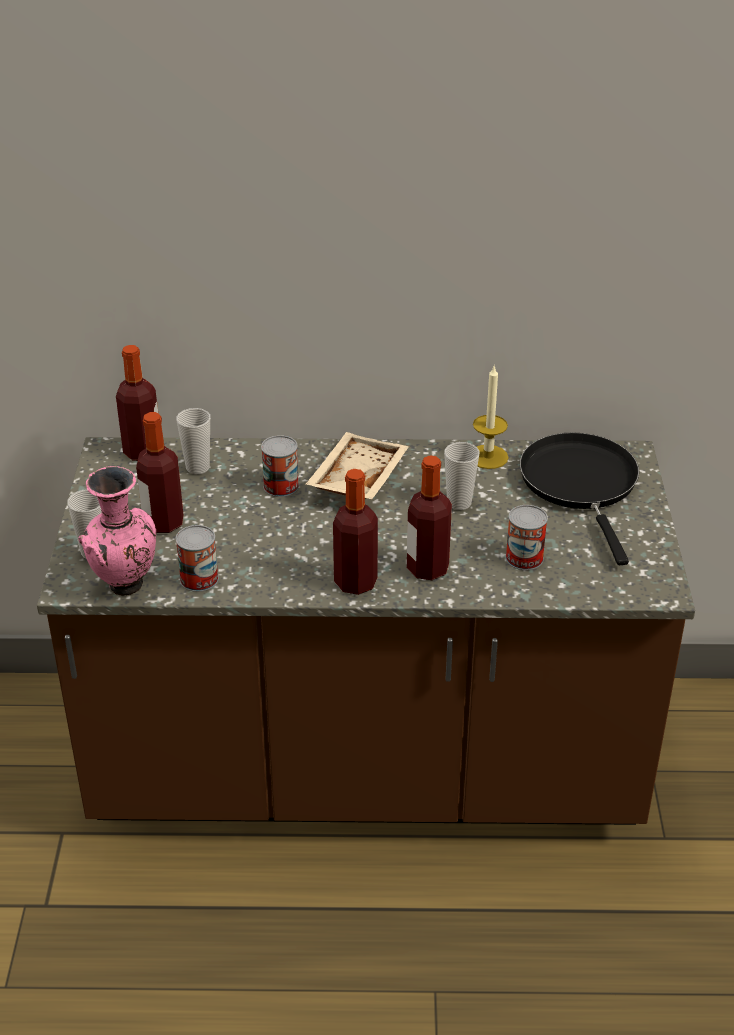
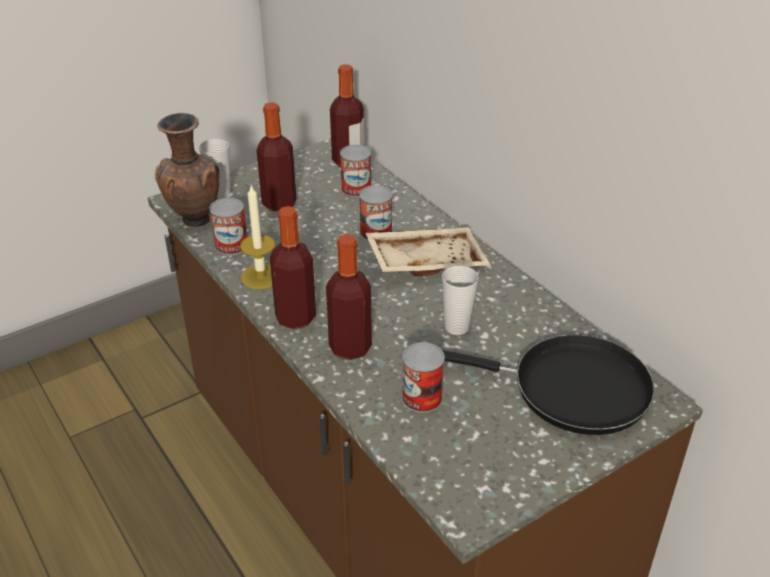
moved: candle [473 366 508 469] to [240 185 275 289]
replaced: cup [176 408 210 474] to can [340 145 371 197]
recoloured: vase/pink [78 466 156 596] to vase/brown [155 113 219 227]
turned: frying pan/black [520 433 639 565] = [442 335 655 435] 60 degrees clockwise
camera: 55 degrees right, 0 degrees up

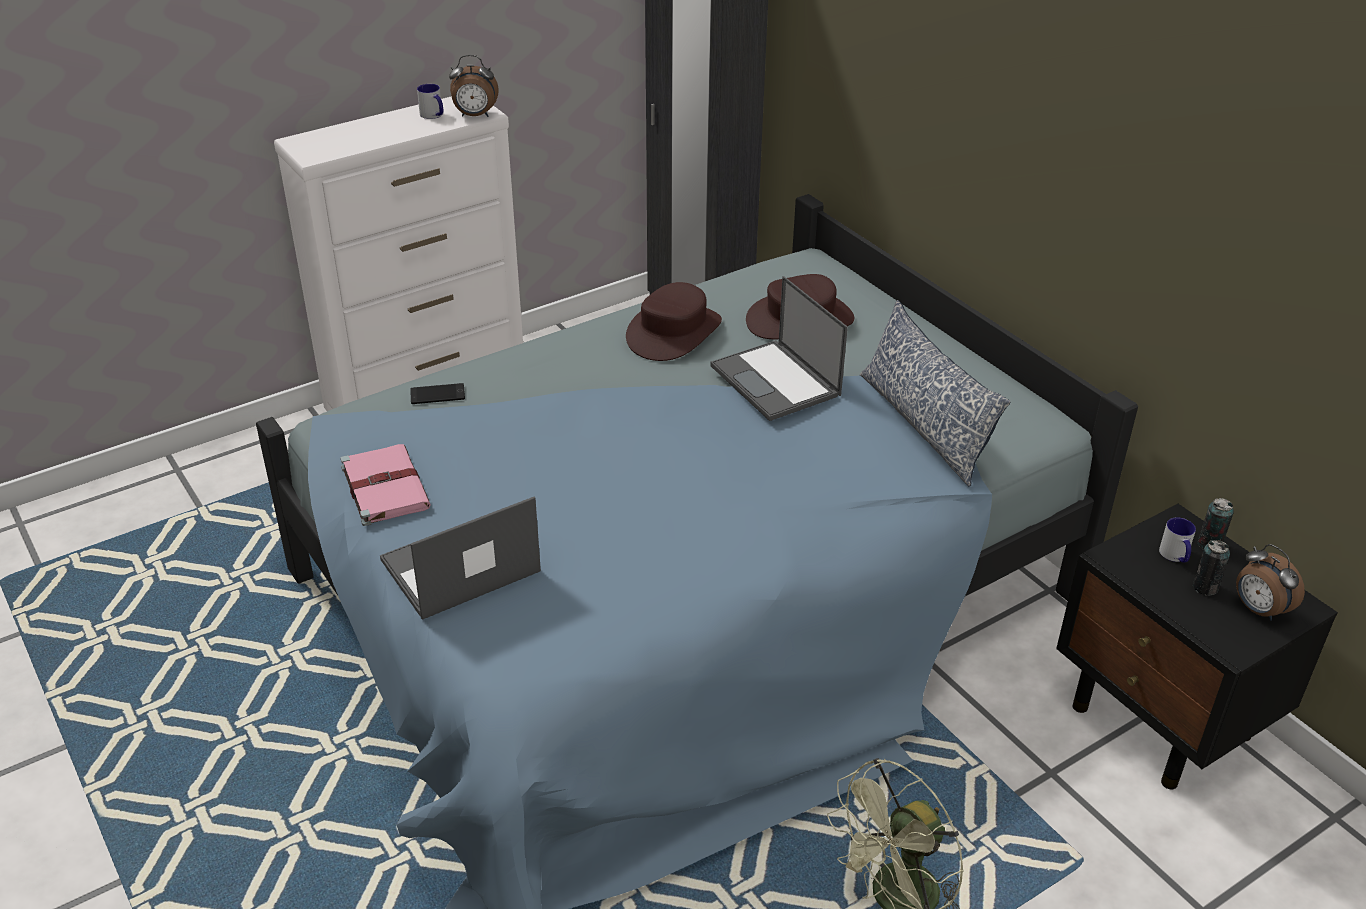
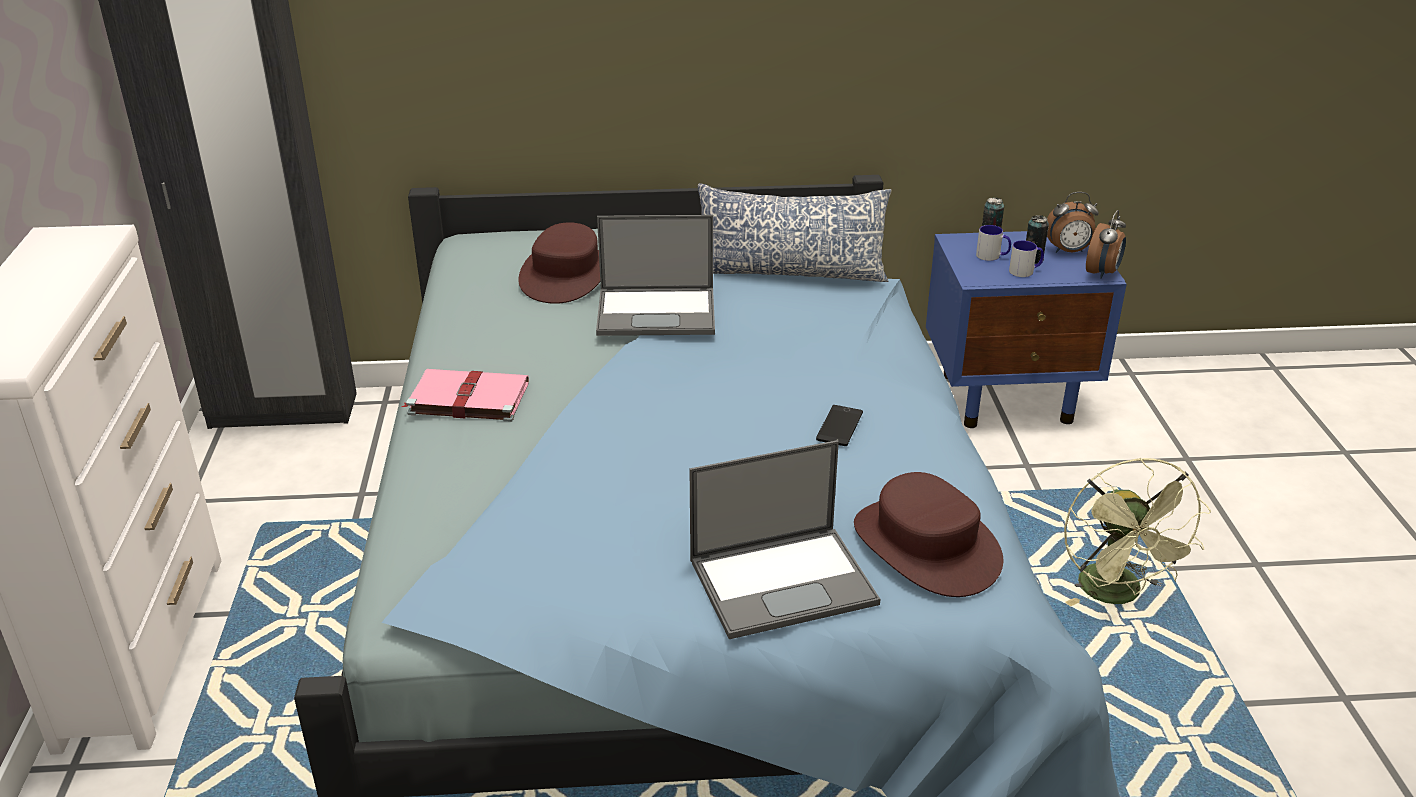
moved: book/pink [340 444 431 526] to [401 369 529 422]; phone [410 383 465 404] to [816 405 863 446]; mug [417 84 443 119] to [1009 240 1044 277]; alarm clock [449 55 499 117] to [1086 210 1126 279]; hat/brown [626 282 722 361] to [854 472 1003 597]
recoloured: nightstand/black [1056 504 1338 790] to nightstand/blue [926 231 1127 428]
turned: laptop [380 496 541 620] = [690 440 880 639] 105 degrees counterclockwise
camera: 60 degrees left, 5 degrees down

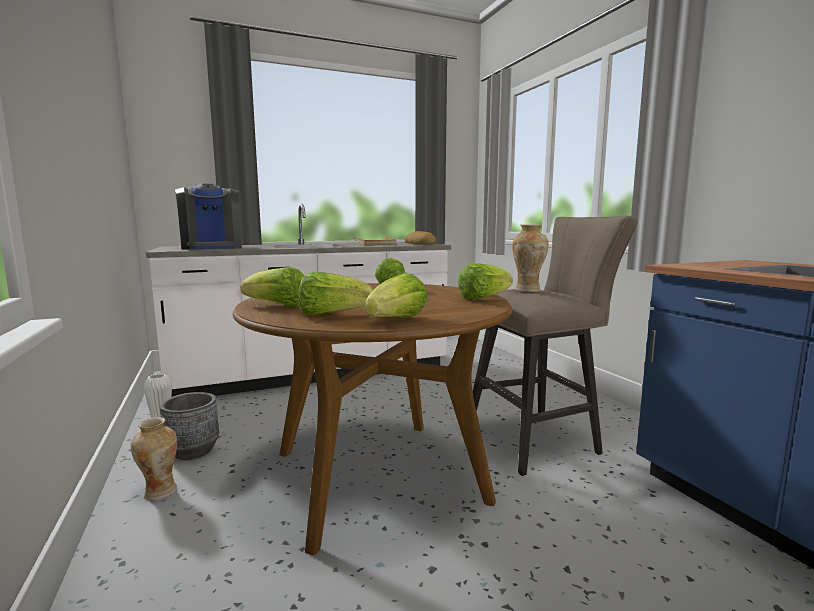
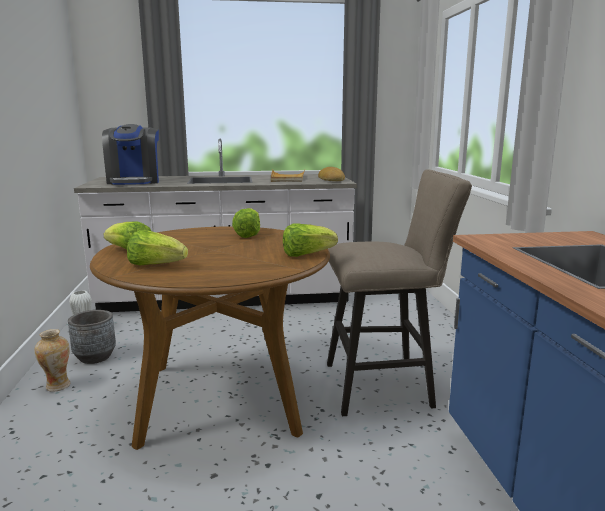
removed: lettuce [365 272 428 318]; vase [512 225 549 292]
camera: 15 degrees right, 5 degrees up

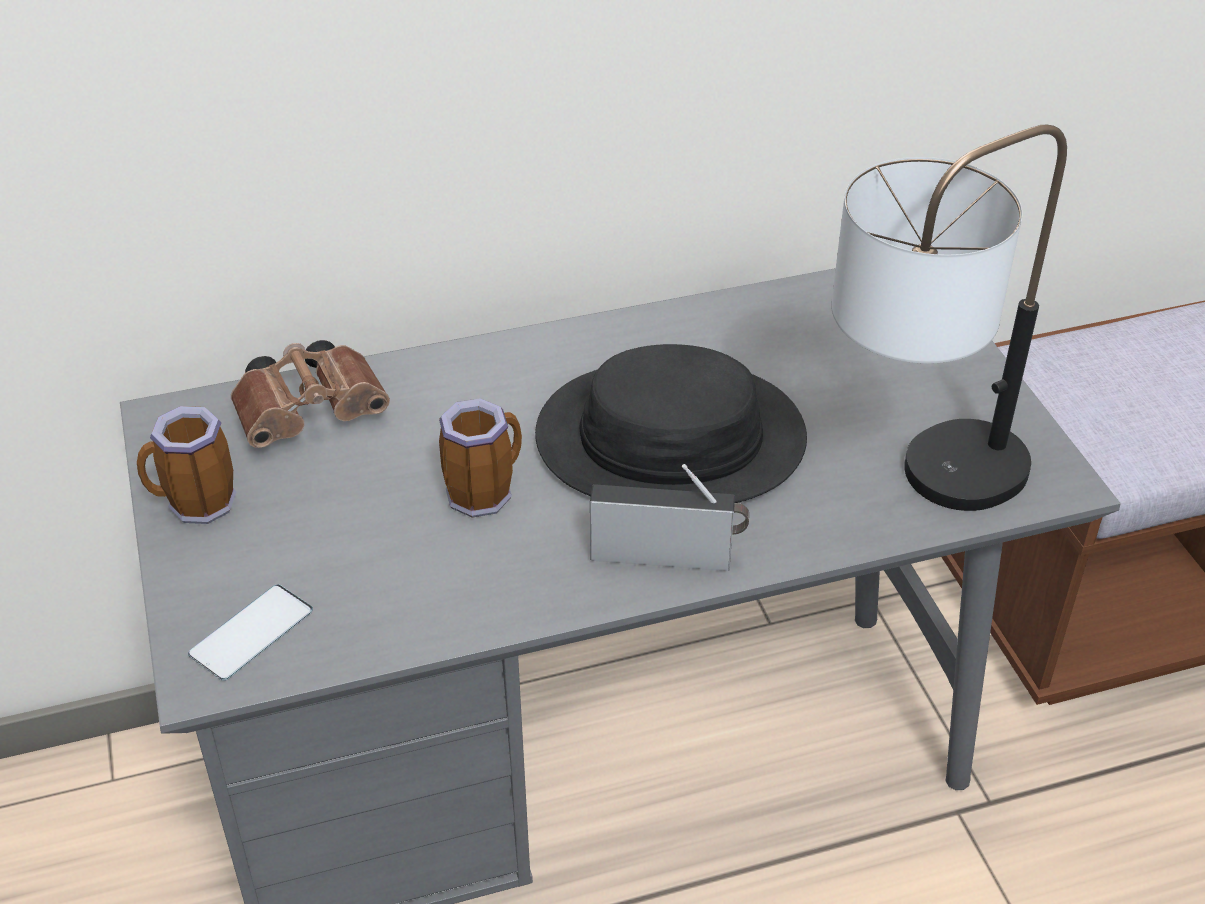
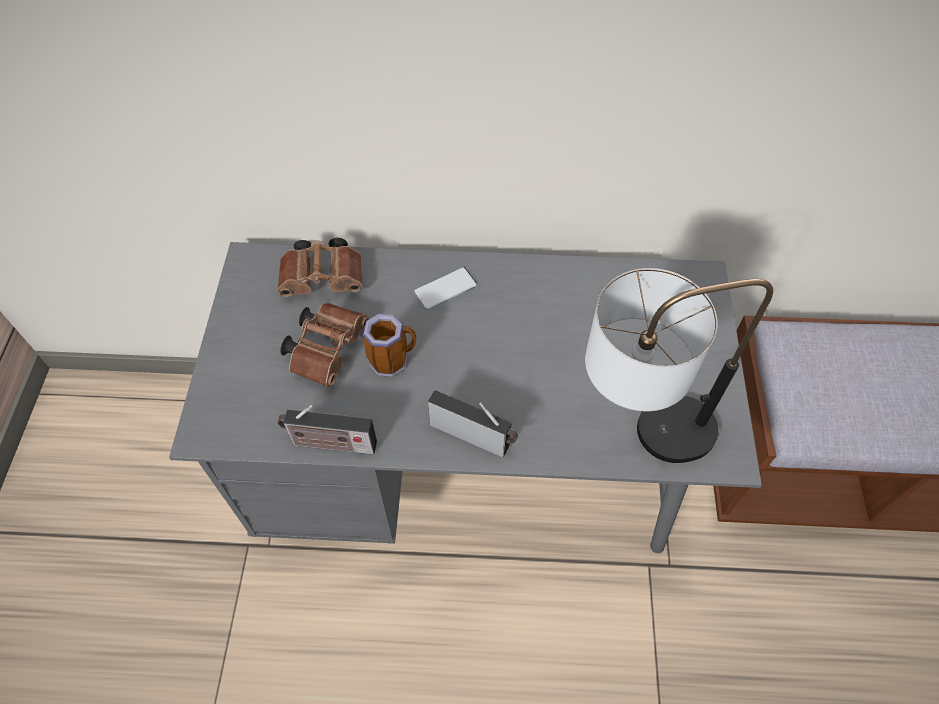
removed: mug [137 406 236 524]; hat/black [535 344 807 503]
added: radio [277 405 377 455]; binoculars/brown [280 303 369 387]
moved: phone [188 584 313 681] to [414 267 478 310]
camera: 20 degrees right, 15 degrees up

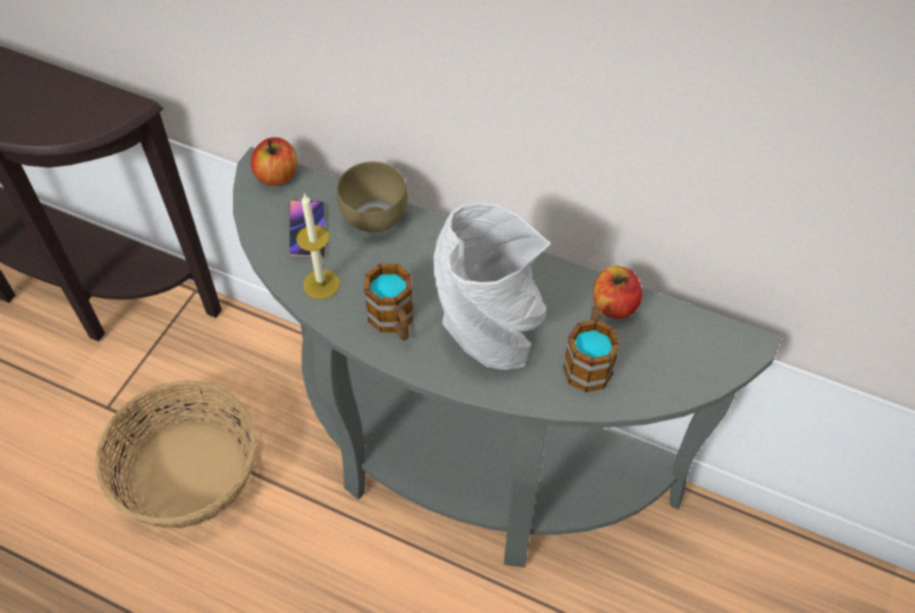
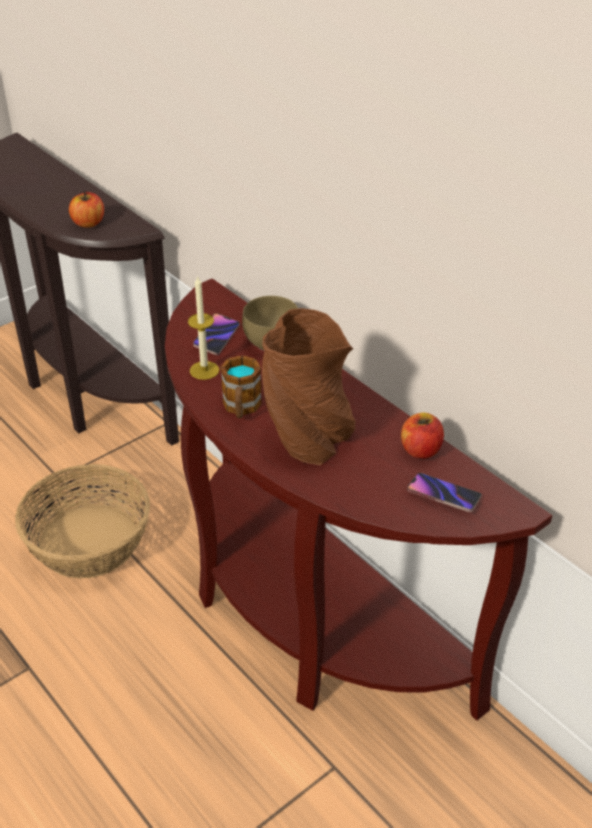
removed: mug [563 306 620 392]
added: phone [407 473 482 512]
moved: apple [251 137 297 186] to [69 191 104 228]
recoloured: console table/grey [233 147 781 568] to console table/brown [165 278 552 720]; vase/grey [433 203 551 370] to vase/brown [262 308 356 466]
camera: 25 degrees right, 15 degrees down

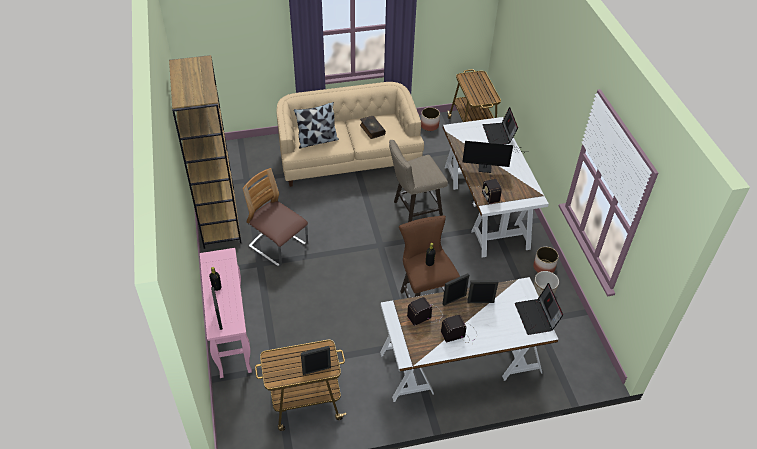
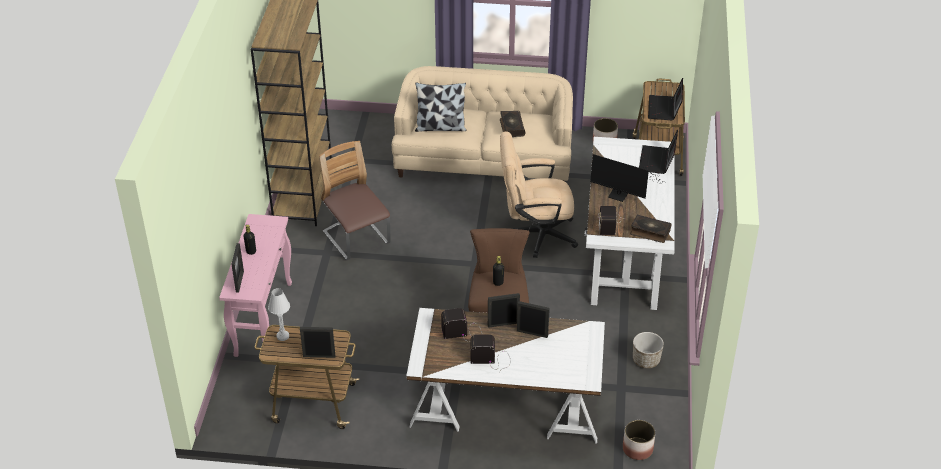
added: table lamp/white [268 288 290 341]; book [630 214 671 243]
moved: laptop [515 283 563 335] to [648 78 683 120]; planter [533 247 559 273] to [623 420 655 460]
replaced: stool/beige [389 140 448 222] to office chair/beige [500 131 578 258]
camera: 20 degrees right, 5 degrees down

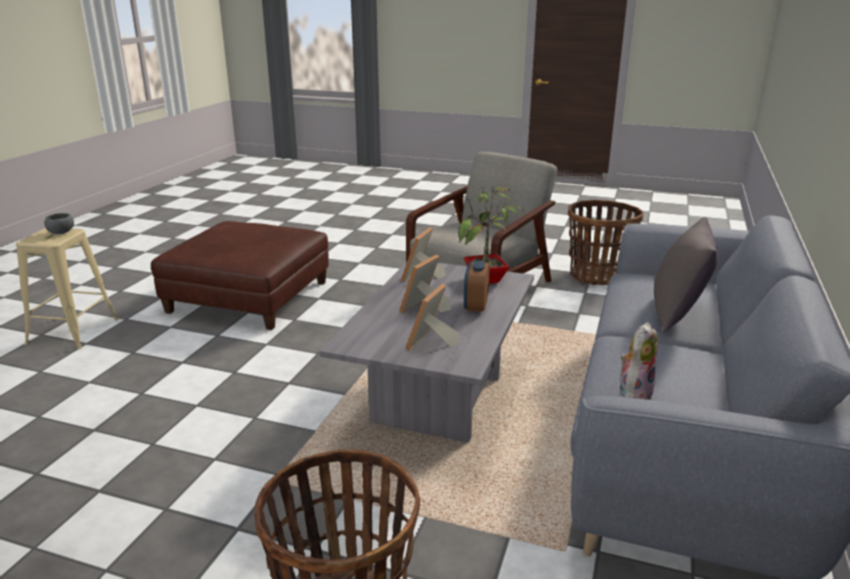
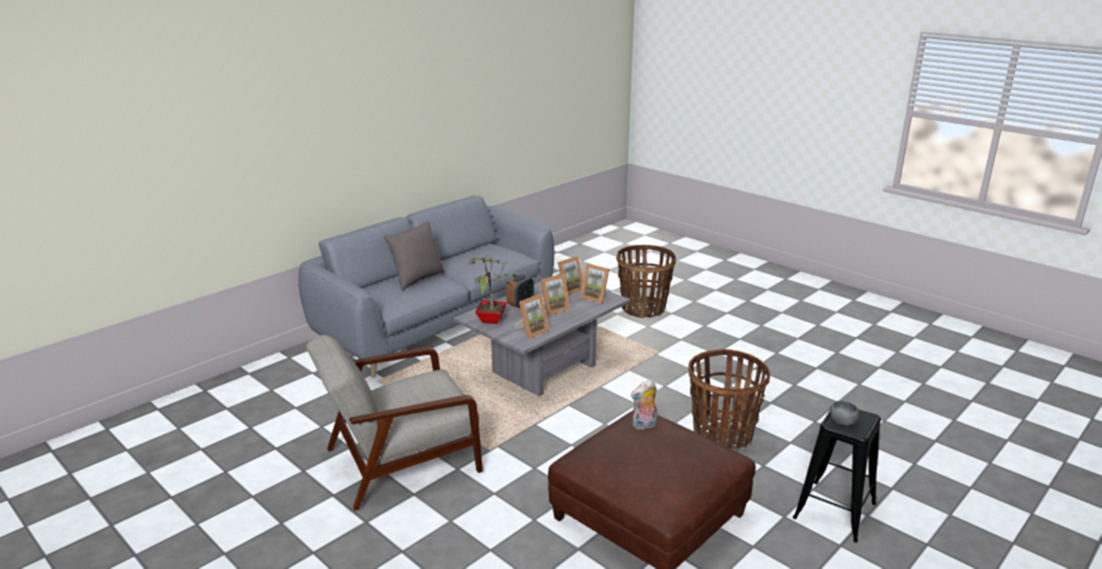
added: picture frame [580 263 609 304]
moved: basket [568 200 644 285] to [688 349 770 450]; plush toy [620 322 658 400] to [631 379 657 430]
recoloured: stool/beige [16 228 118 350] to stool/black [793 410 881 543]
camera: 155 degrees left, 0 degrees up

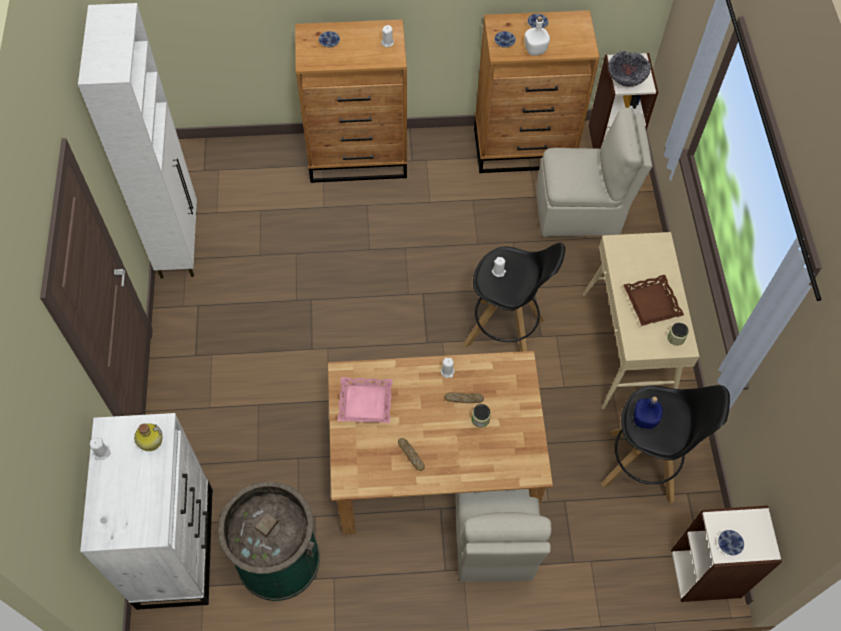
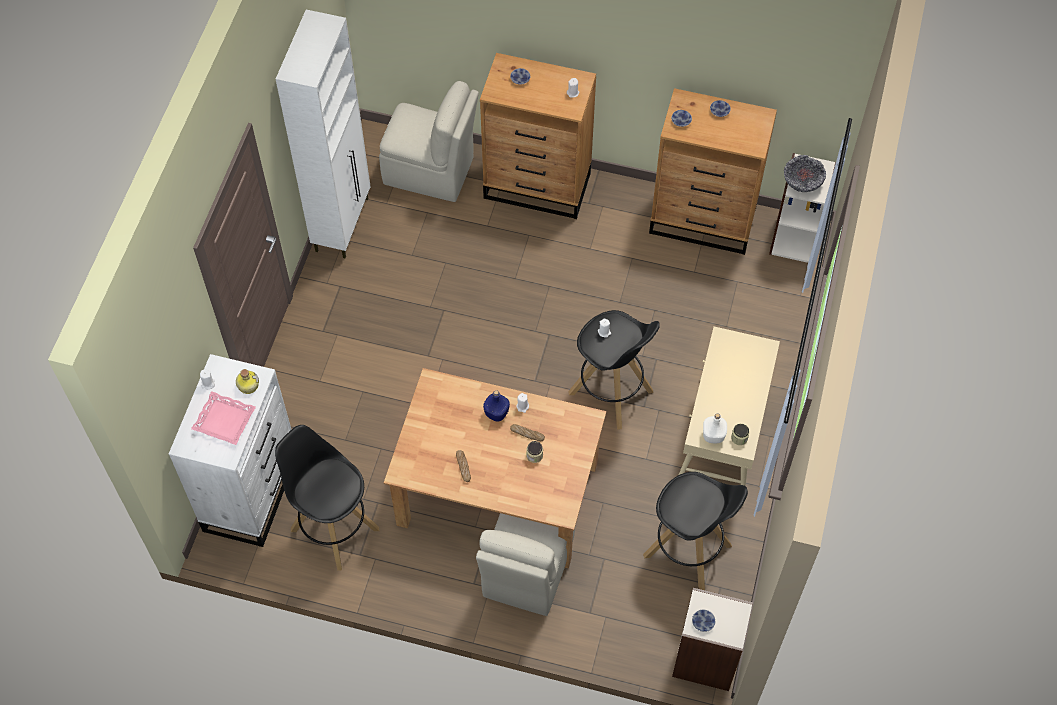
removed: tray/brown [623 275 684 326]
moved: tray/pink [337 377 393 423] to [191 391 256 445]; bottle/white [525 16 550 56] to [703 413 727 443]; chair/beige [537 108 652 237] to [379 81 479 202]; bottle/blue [634 397 663 429] to [483 390 510 422]
replaced: trash can/green [218 482 320 601] to stool/black [275 425 379 571]
camera: 20 degrees right, 0 degrees up

